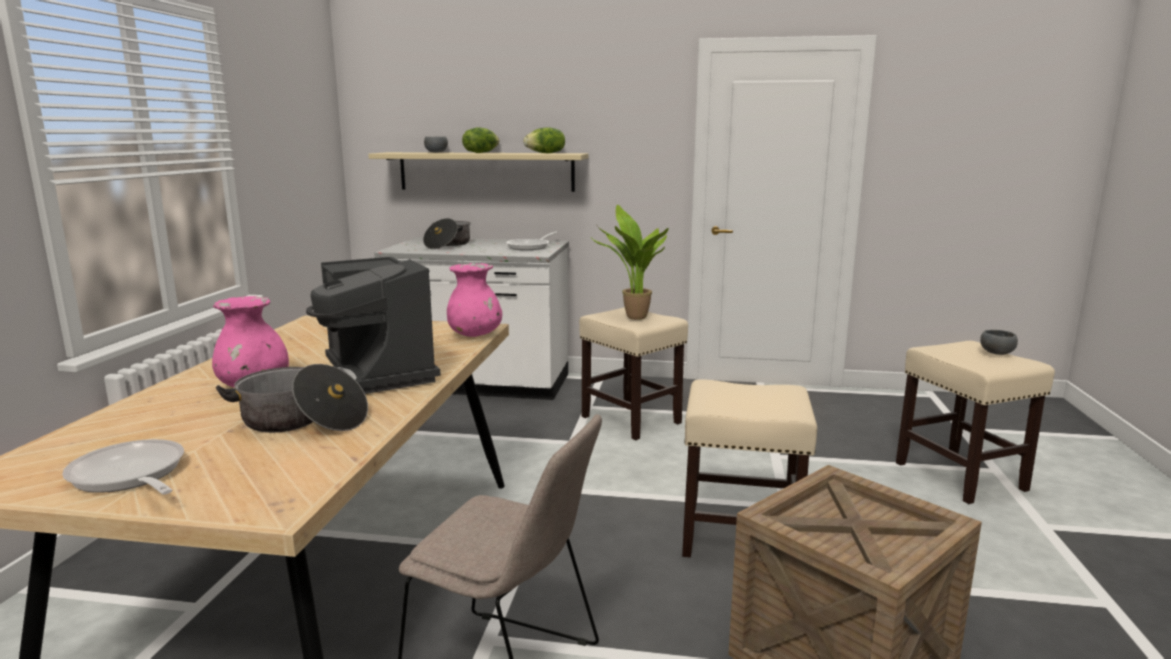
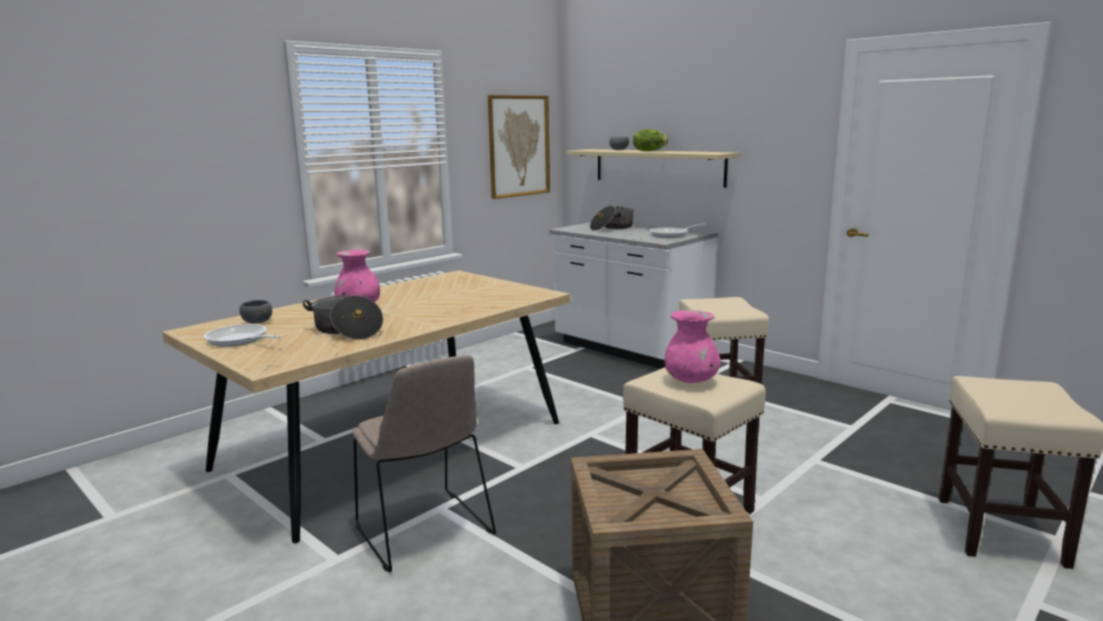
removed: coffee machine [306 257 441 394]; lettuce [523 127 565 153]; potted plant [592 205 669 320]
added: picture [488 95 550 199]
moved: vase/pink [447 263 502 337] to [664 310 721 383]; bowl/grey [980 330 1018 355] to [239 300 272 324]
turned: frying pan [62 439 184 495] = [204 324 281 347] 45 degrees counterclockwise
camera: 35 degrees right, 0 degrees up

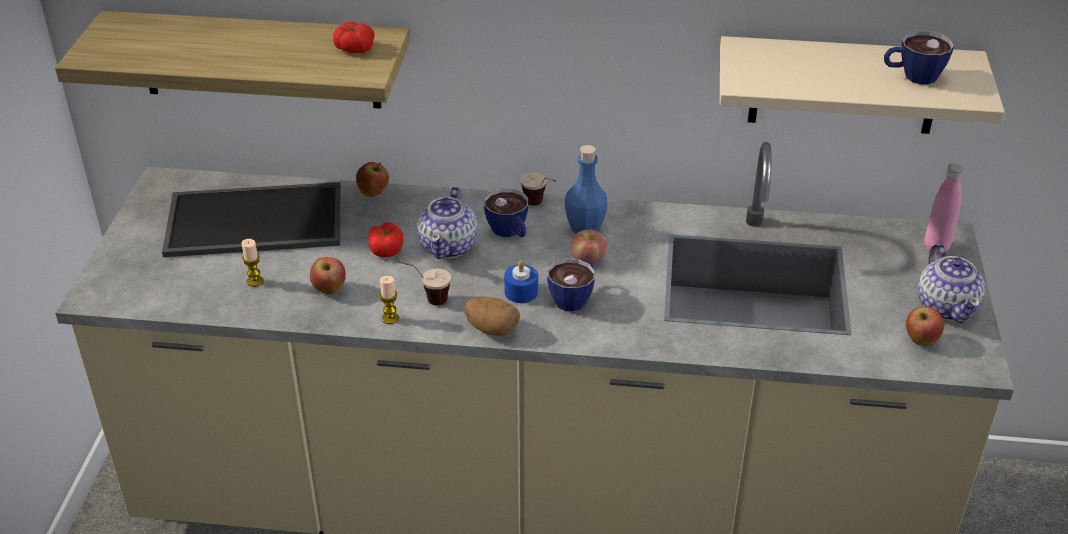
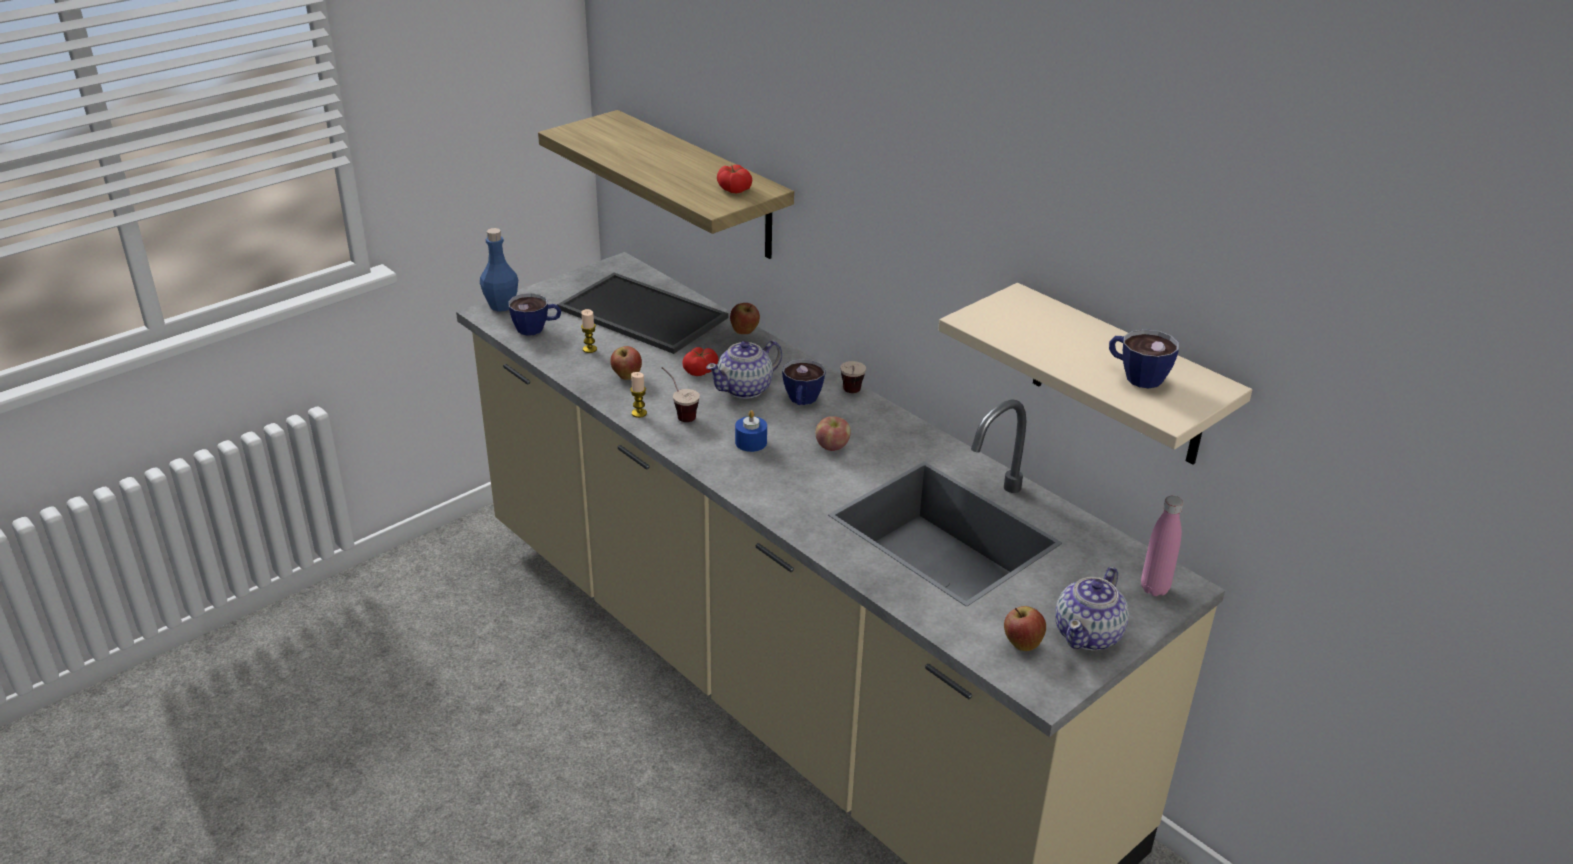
removed: potato [464 296 520 336]
moved: cup [547 258 595 311] to [508 293 561 336]; bottle/blue [565 145 607 234] to [480 228 518 312]
camera: 40 degrees right, 5 degrees down

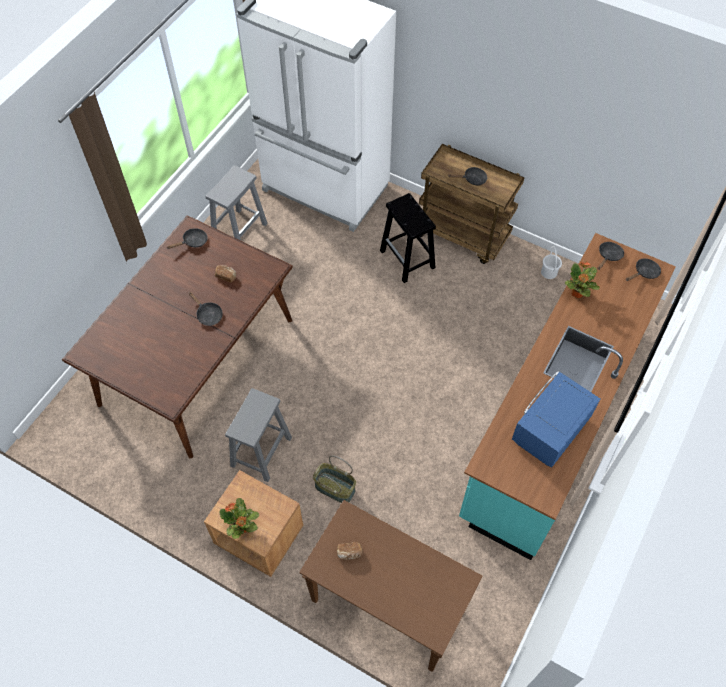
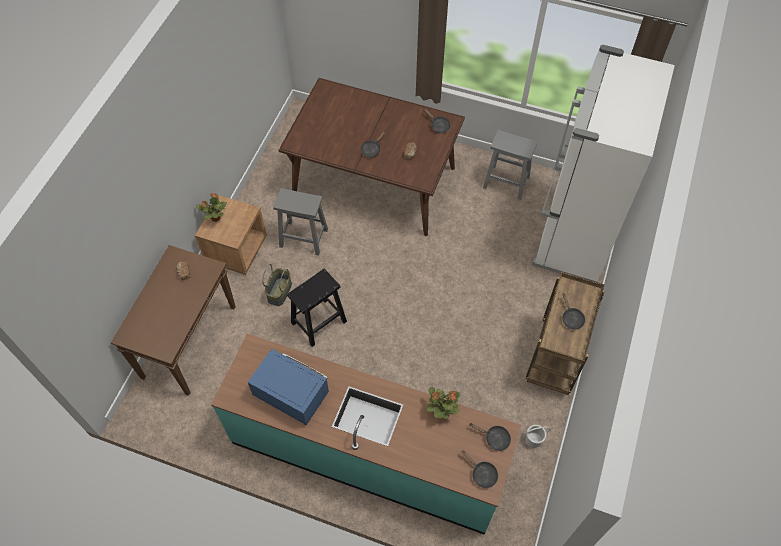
moved: stool/black [380 193 436 283] to [287 269 347 347]
camera: 80 degrees right, 0 degrees up

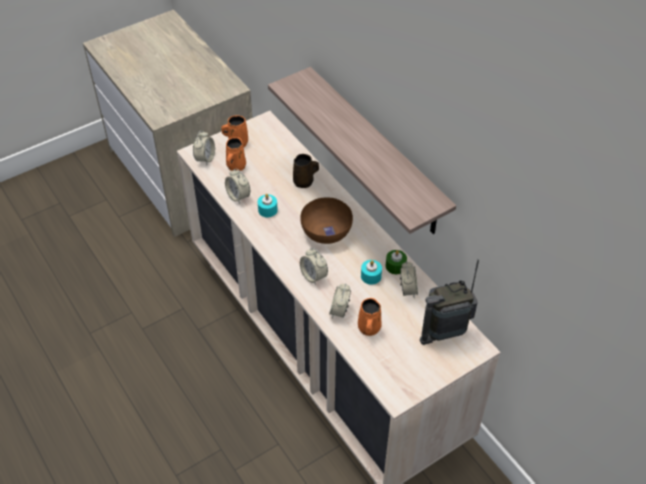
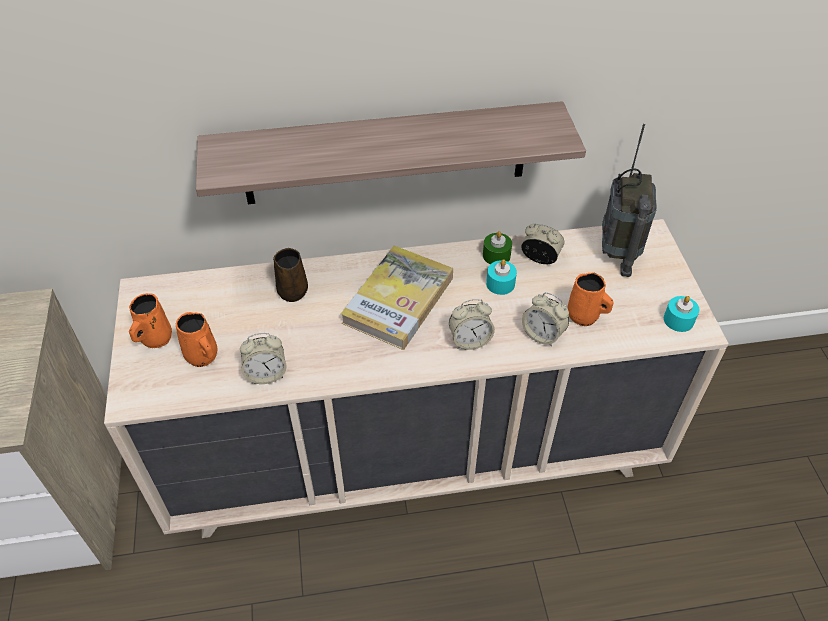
removed: alarm clock [193 131 215 165]
moved: candle/turquoise [258 194 278 217] to [664 296 699 332]
replaced: bowl/brown [300 197 353 244] to book [341 246 453 350]
camera: 65 degrees left, 0 degrees up

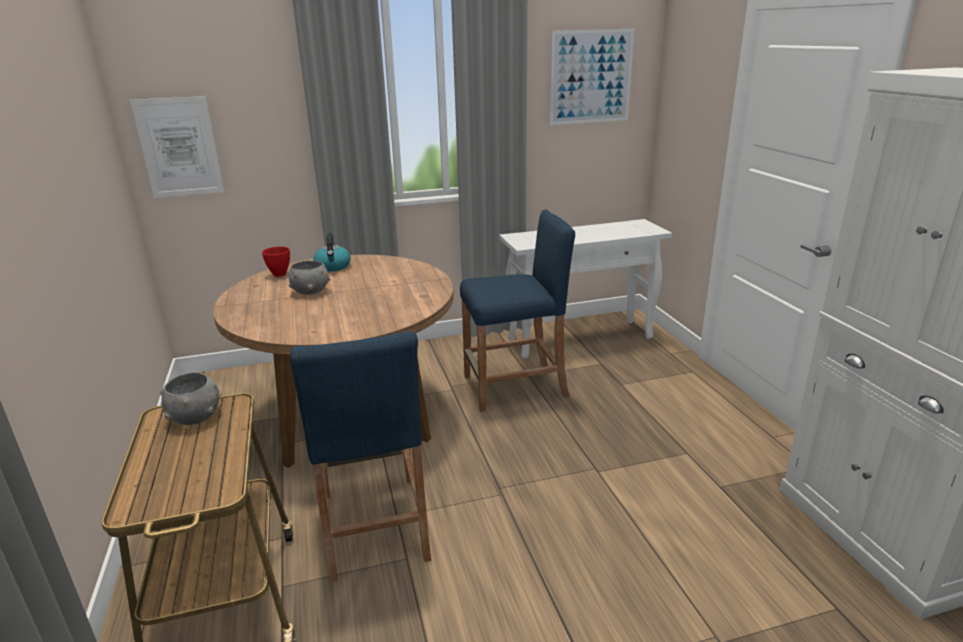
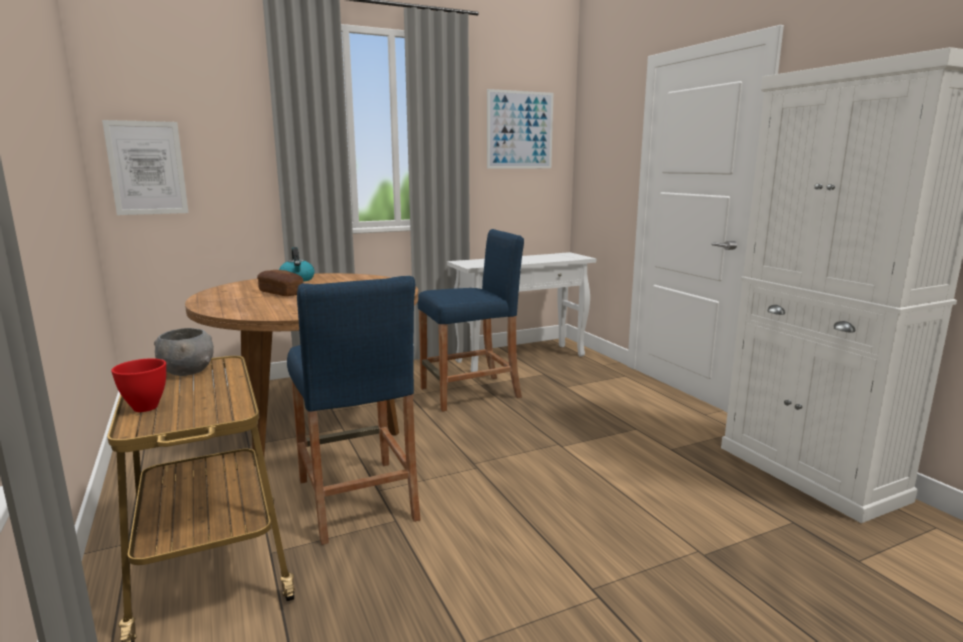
moved: bowl/red [262 246 290 277] to [111 358 166 412]
replaced: bowl/grey [289 261 330 295] to bread [257 270 303 296]
camera: 10 degrees left, 10 degrees down

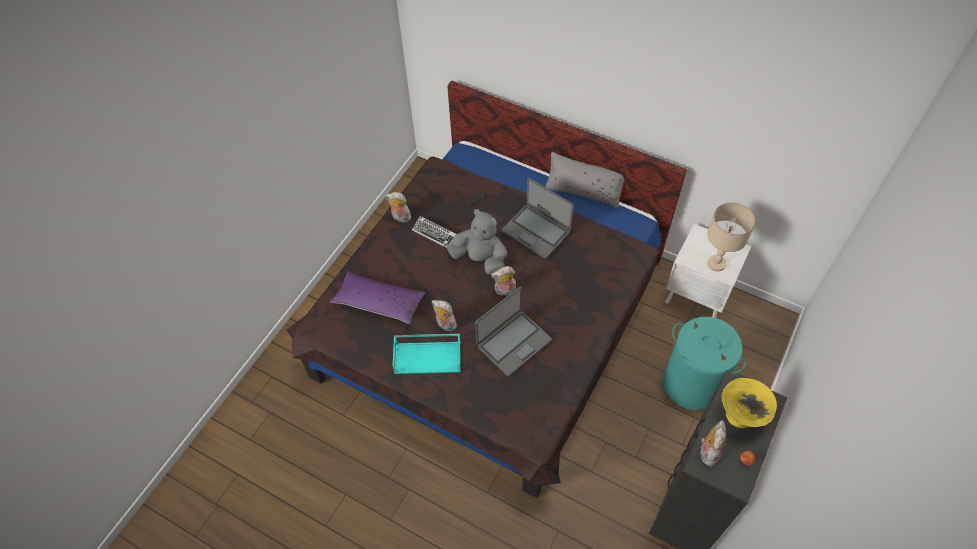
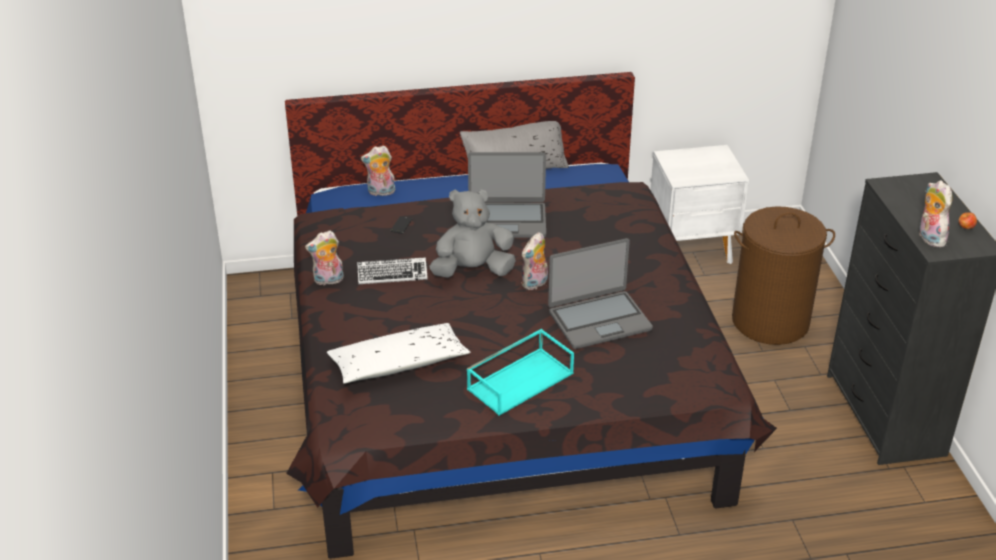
removed: table lamp/beige [707 203 755 271]; bowl/yellow [721 378 777 428]
moved: plush toy [432 300 457 331] to [361 145 395 196]
recoloured: pillow/purple [330 272 425 324] to pillow/white [327 323 471 384]; laundry basket/turquoise [663 317 746 410] to laundry basket/brown [732 206 835 345]
turned: laptop [475 286 552 376] = [548 238 653 349] 60 degrees clockwise
camera: 40 degrees left, 20 degrees down

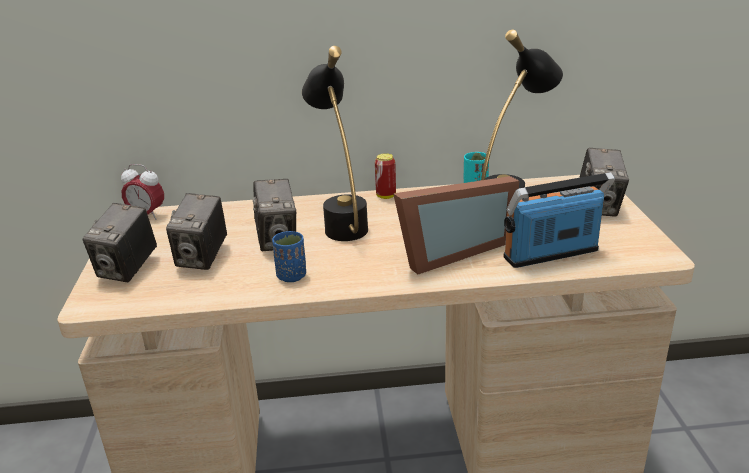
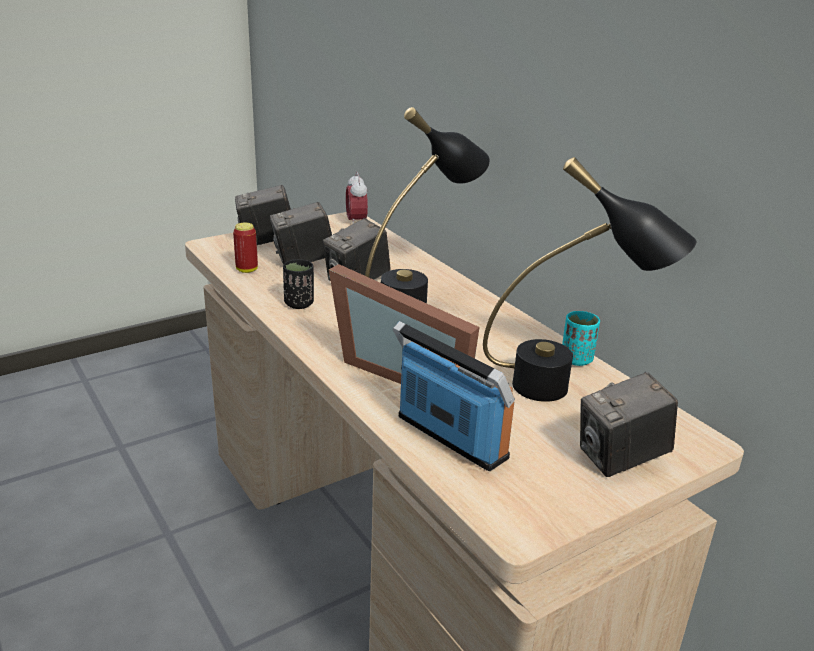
moved: can [375 153 396 199] to [233 223 258 273]
recoloured: cup/blue [272 231 306 282] to cup/black [283 259 314 309]
camera: 60 degrees right, 0 degrees up

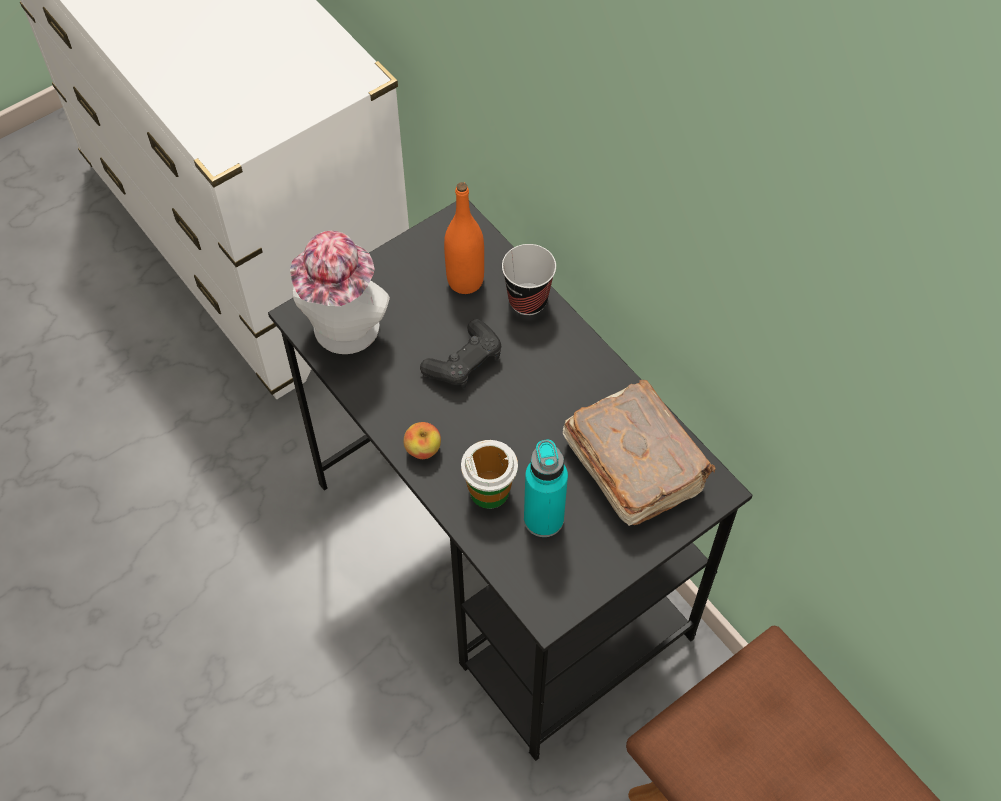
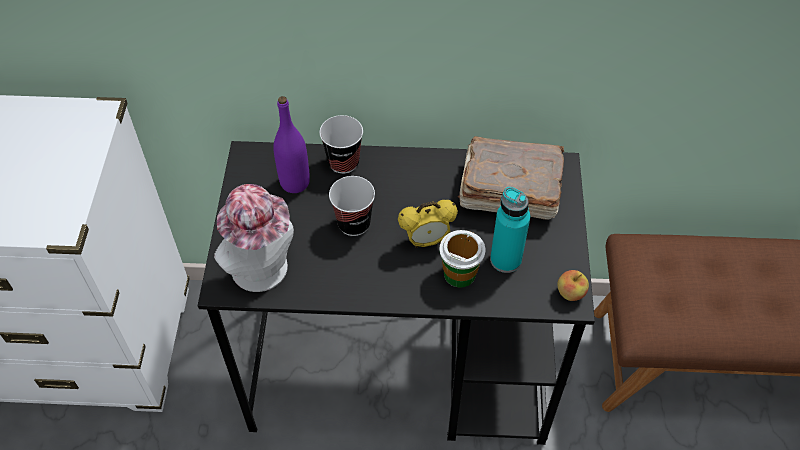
added: alarm clock [398 200 458 248]
moved: apple [404 422 441 459] to [557 270 589 301]
replaced: game controller/black [420 319 501 388] to cup [329 176 375 236]
recoloured: bottle/orange [444 182 484 294] to bottle/purple [273 96 310 193]
camera: 50 degrees left, 5 degrees down

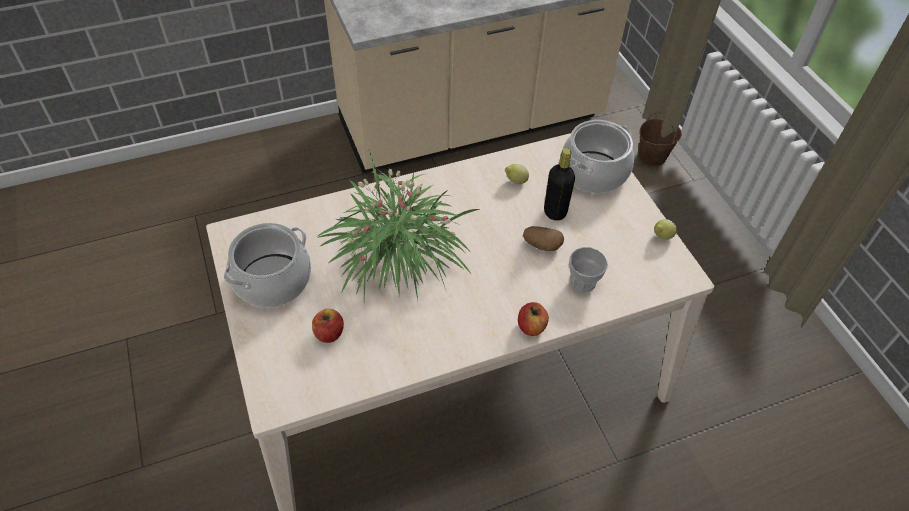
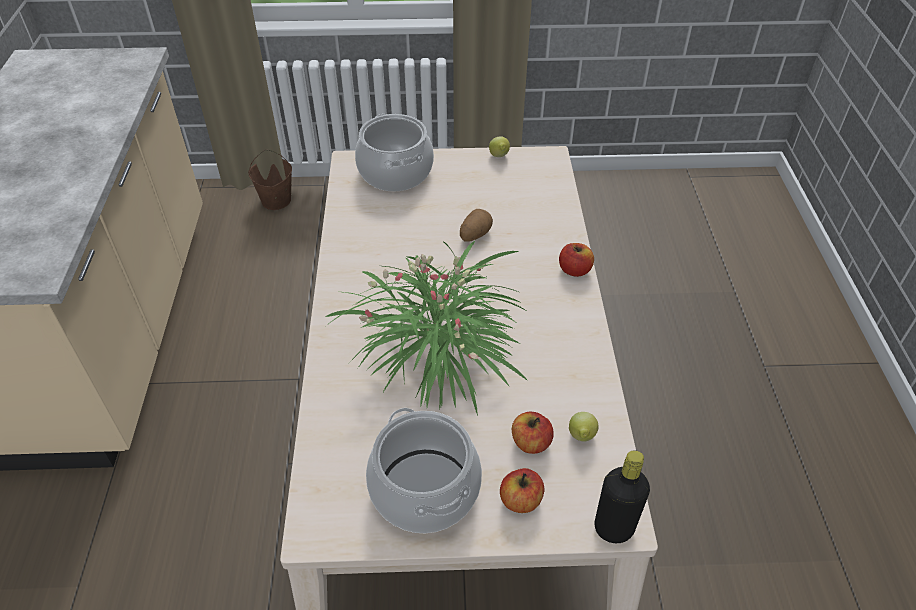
removed: cup [569 247 608 292]
added: apple [500 468 544 513]
moved: lemon [505 164 529 184] to [569 412 598 442]; bottle/black [544 148 575 221] to [595 450 650 543]
camera: 70 degrees left, 5 degrees down

